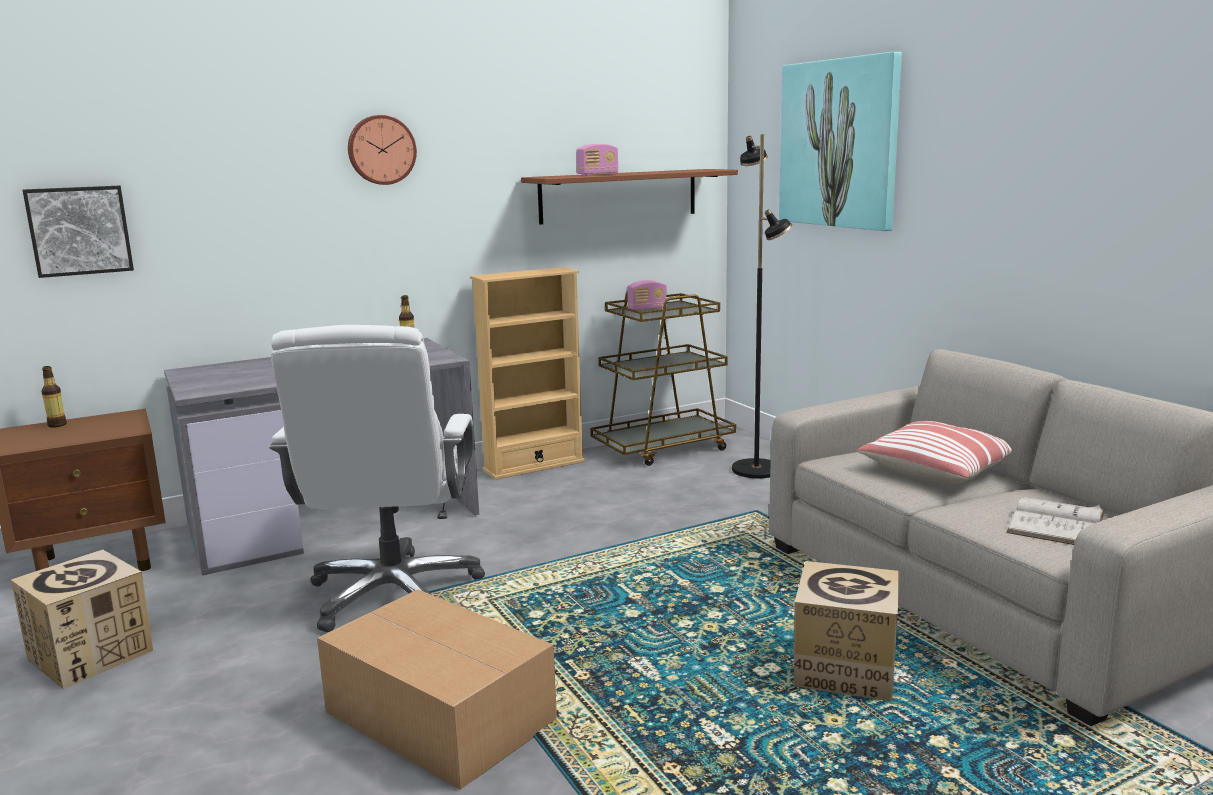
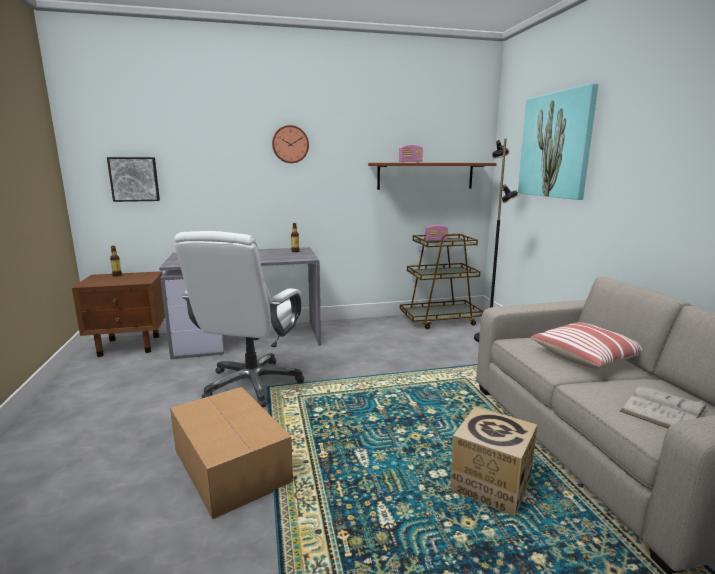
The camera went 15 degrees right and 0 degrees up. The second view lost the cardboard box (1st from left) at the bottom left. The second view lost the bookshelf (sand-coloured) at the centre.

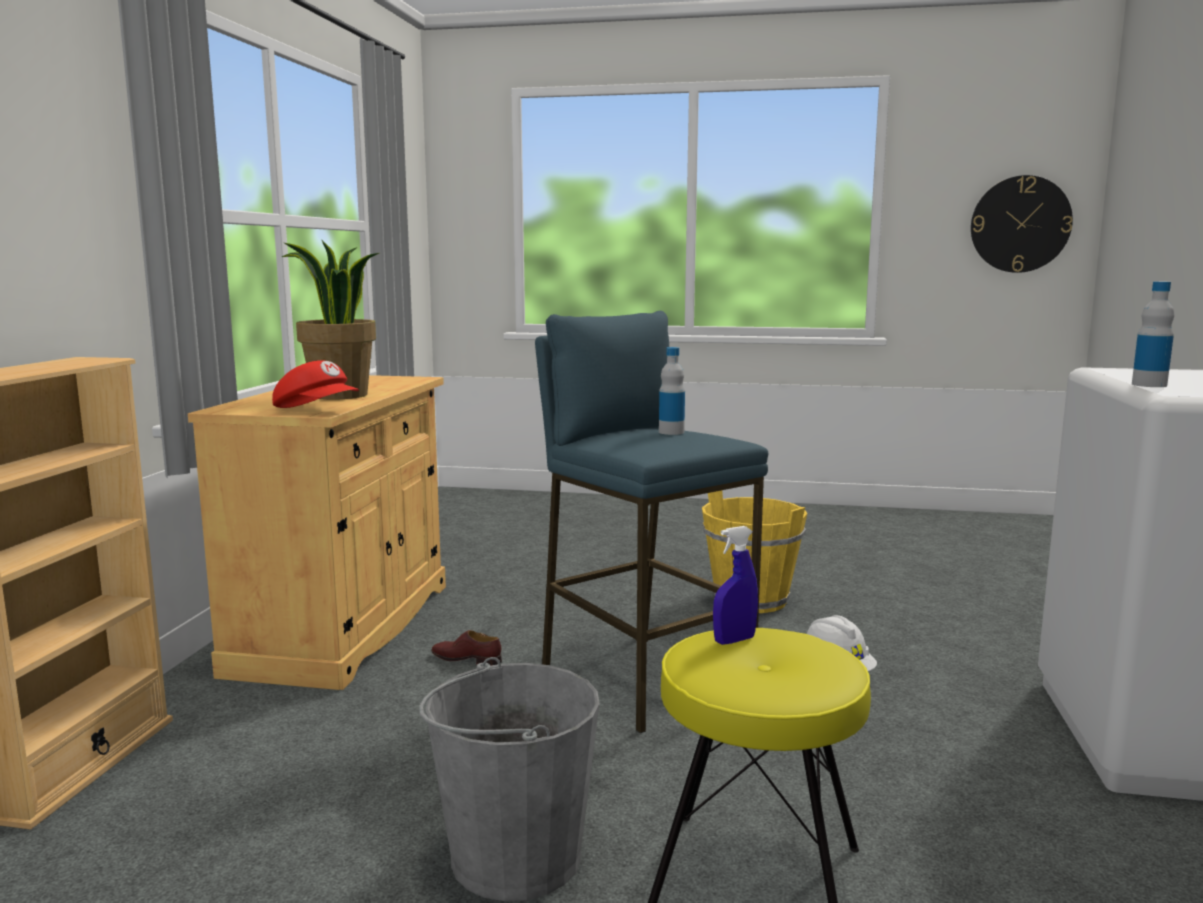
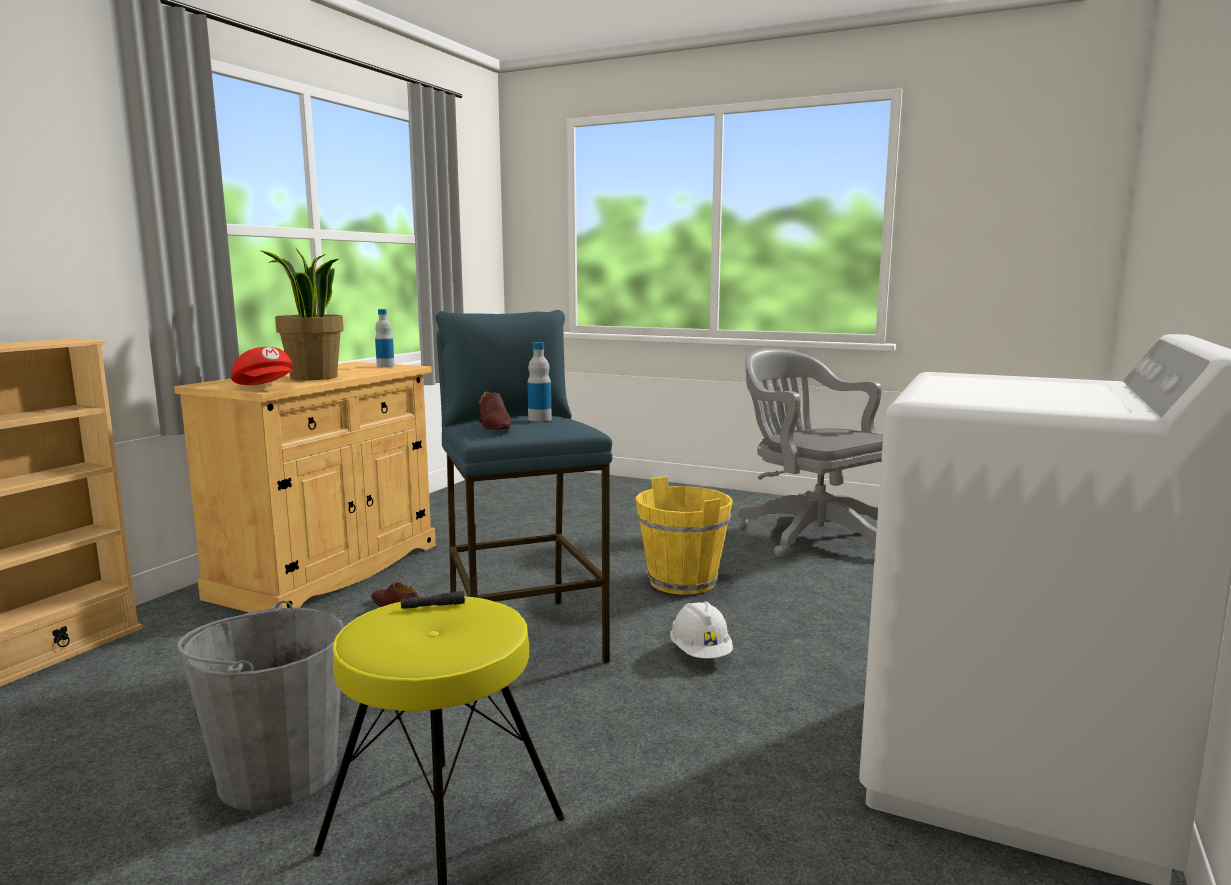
The camera went 15 degrees right and 0 degrees up. Where the sprayer (bluish) stood at the centre, the hand torch (black) came to stand at the bottom centre. The second view lost the hanging clock at the top right. The bottle (2nd from left in the first image) ended up elsewhere, having gone from the middle right to the middle left. The second view gained the item of footwear (brownish) (2nd from left) at the centre. The second view gained the desk chair (grey) at the centre.

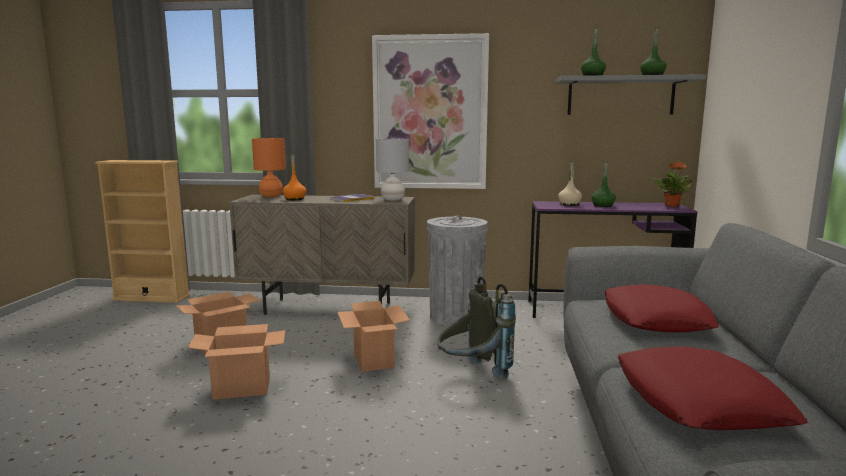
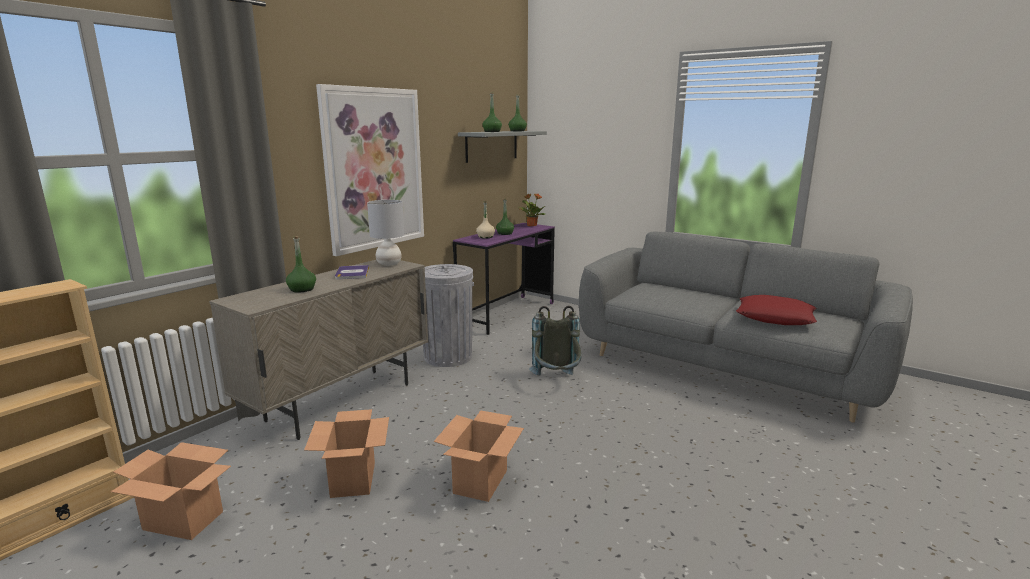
The camera went 60 degrees left and 5 degrees up. The second view lost the tabletop lamp (orange-coloured) at the middle left. What was the bottle (orange-coloured) at the centre turned into the bottle (greenish) (1st from left) at the middle left. The cardboard box (3rd from left in the first image) ended up elsewhere, having gone from the bottom centre to the bottom left. The second view lost the cushion (red-coloured) (1st from left) at the middle right.

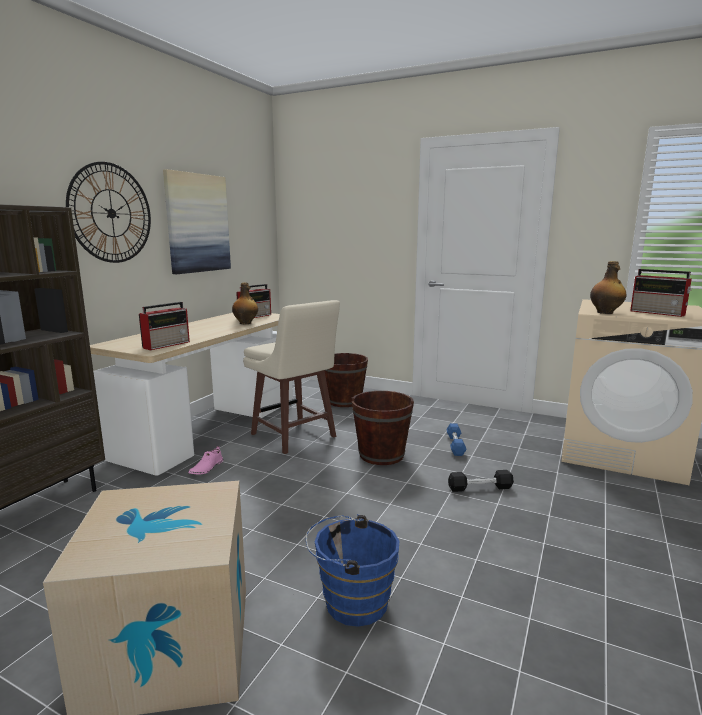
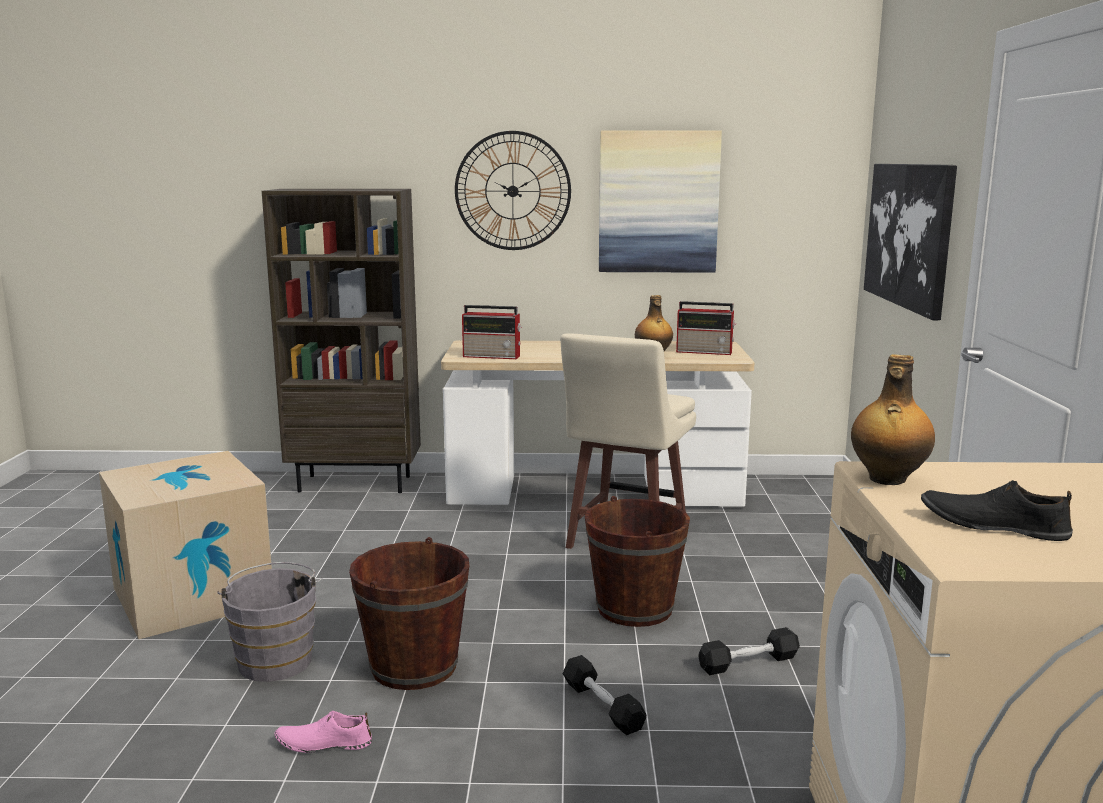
The camera went 65 degrees right and 0 degrees up. The item of footwear (pinkish) ended up elsewhere, having gone from the middle left to the bottom left. What was the water bucket (bluish) at the bottom centre turned into the water bucket (grey) at the bottom left. The water bucket (brownish) (1st from left) ended up elsewhere, having gone from the centre to the bottom centre. What was the dumbbell (bluish) at the centre turned into the dumbbell (black) (2nd from left) at the bottom right. Where the radio set (3rd from left) stood at the middle right, the item of footwear (black) came to stand at the middle right. The second view gained the wall art (2nd from left) at the top right.

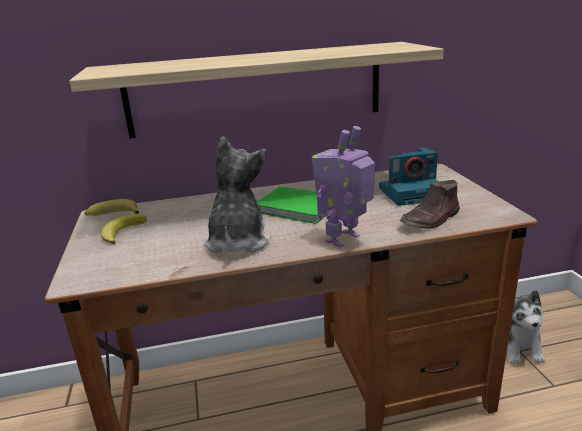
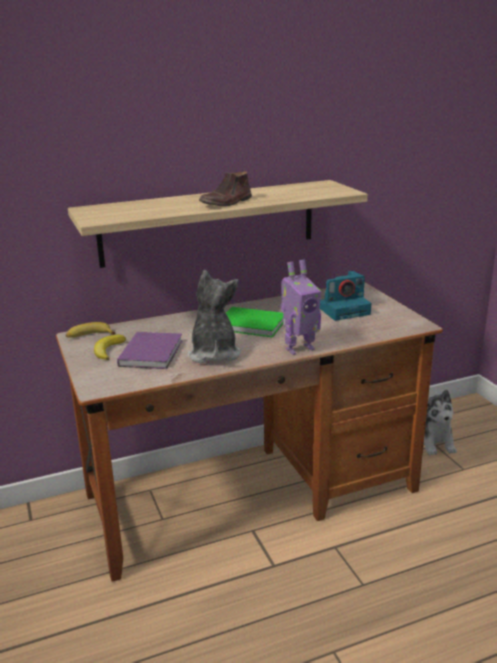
The camera went 10 degrees left and 0 degrees up. The robot figure at the centre ended up facing another way, 150 degrees counterclockwise from before. The item of footwear (brownish) ended up elsewhere, having gone from the middle right to the top centre. The second view gained the bound book (purple) at the middle left.

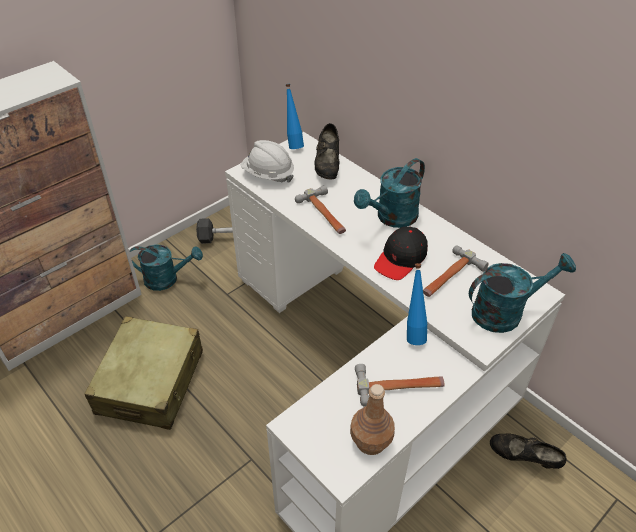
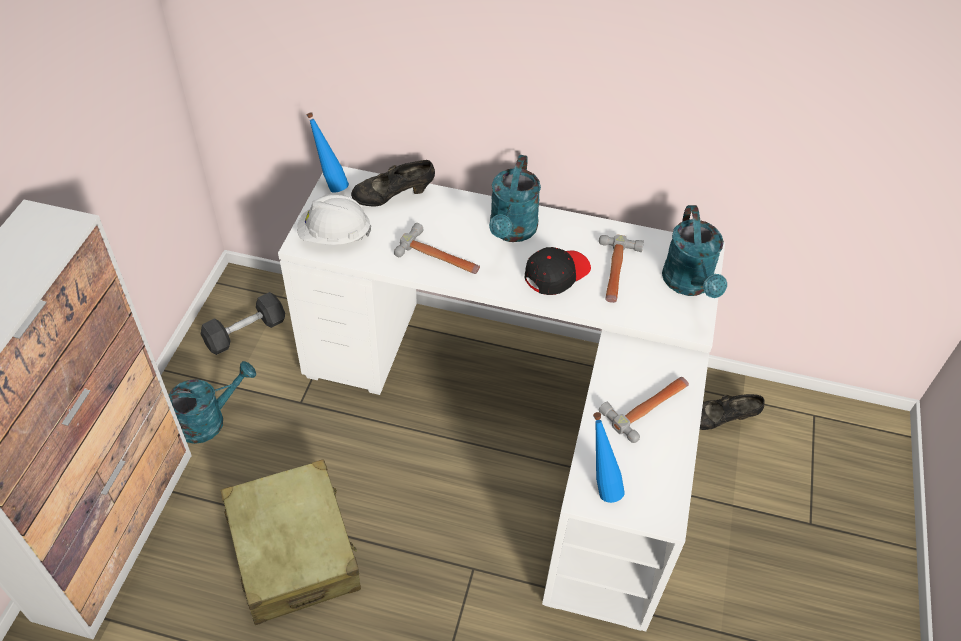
The camera went 35 degrees left and 5 degrees up. The item of footwear (black) (1st from left) at the top centre ended up facing another way, 105 degrees clockwise from before. The second view lost the bottle (brownish) at the bottom centre. The baseball cap (black) at the centre ended up facing another way, 135 degrees counterclockwise from before. The bottle (bluish) (2nd from left) ended up elsewhere, having gone from the centre to the bottom centre. The watering pot (turquoise) (3rd from left) at the middle right ended up facing another way, 135 degrees clockwise from before.

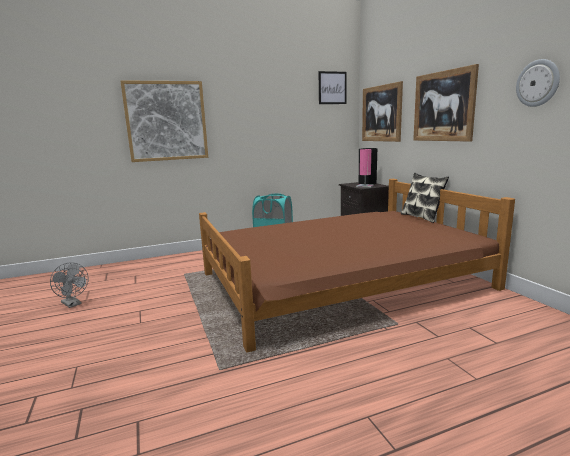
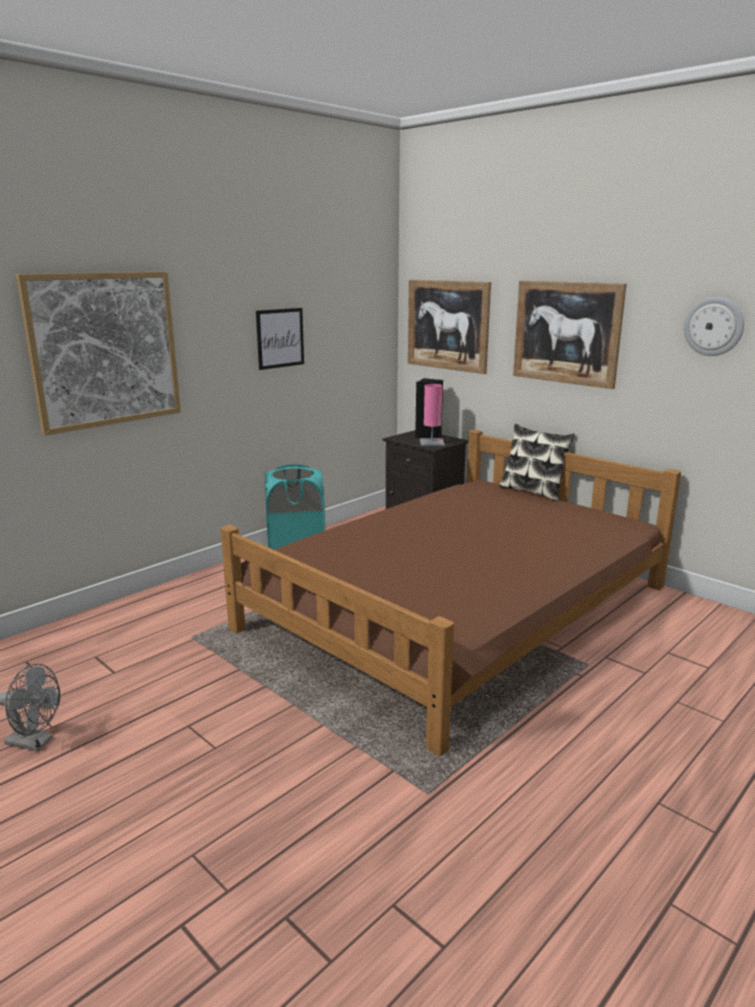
The camera went 25 degrees left and 5 degrees up. The wall art (2nd from left) ended up elsewhere, having gone from the top centre to the centre.

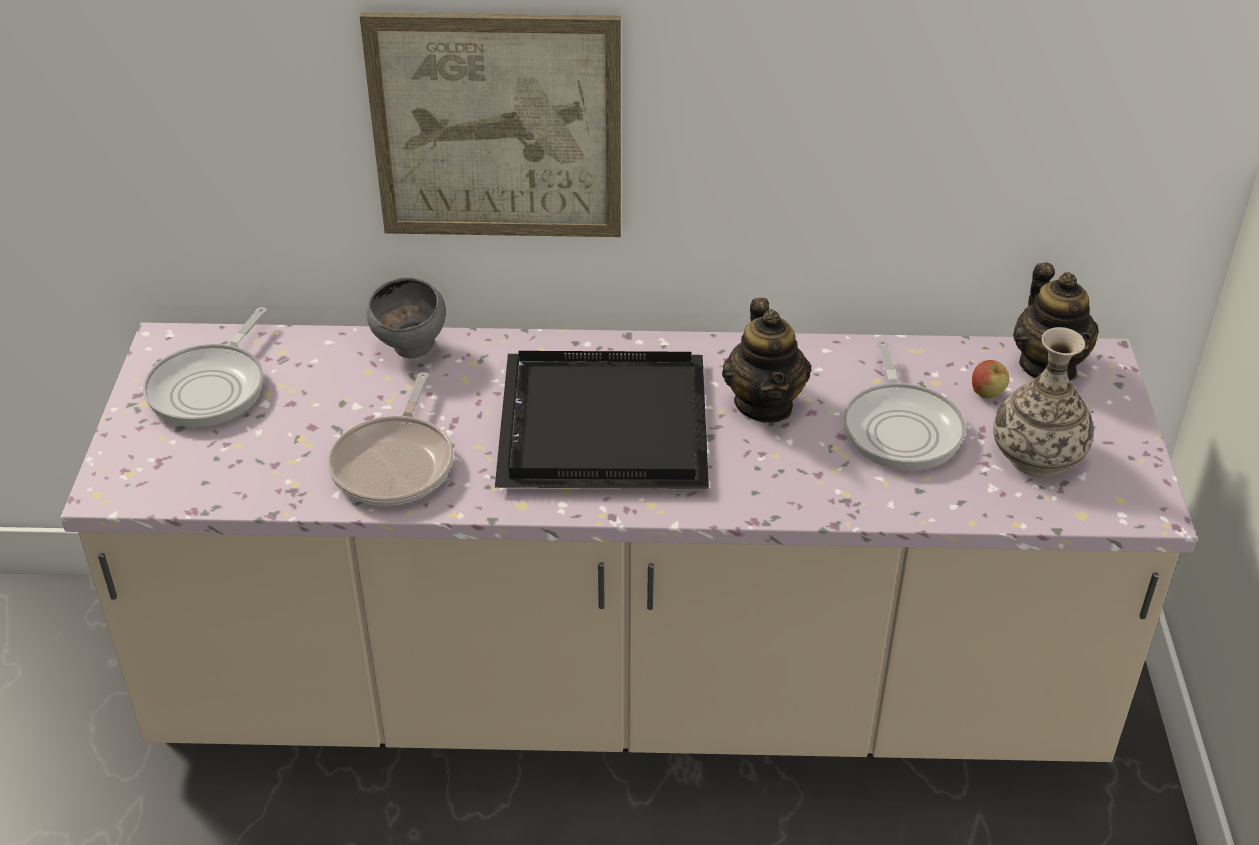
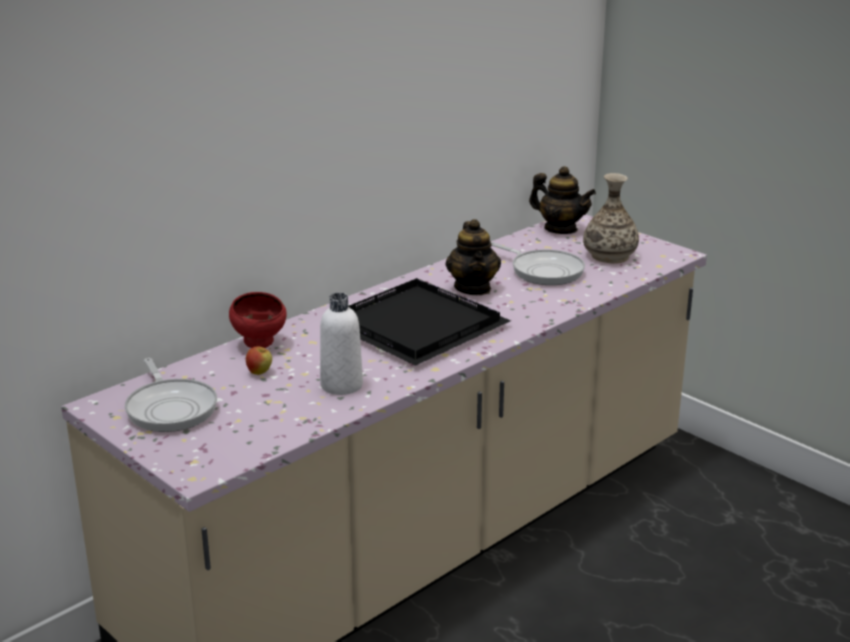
The camera went 45 degrees left and 15 degrees down. Where the frying pan (2nd from left) stood at the middle left, the bottle (whitish) came to stand at the centre. The second view lost the wall art at the top centre. What was the serving bowl (grey) at the middle left turned into the serving bowl (red-coloured) at the middle left. The tea pot (1st from left) at the centre ended up facing another way, 45 degrees clockwise from before. The whole apple ended up elsewhere, having gone from the middle right to the middle left.

